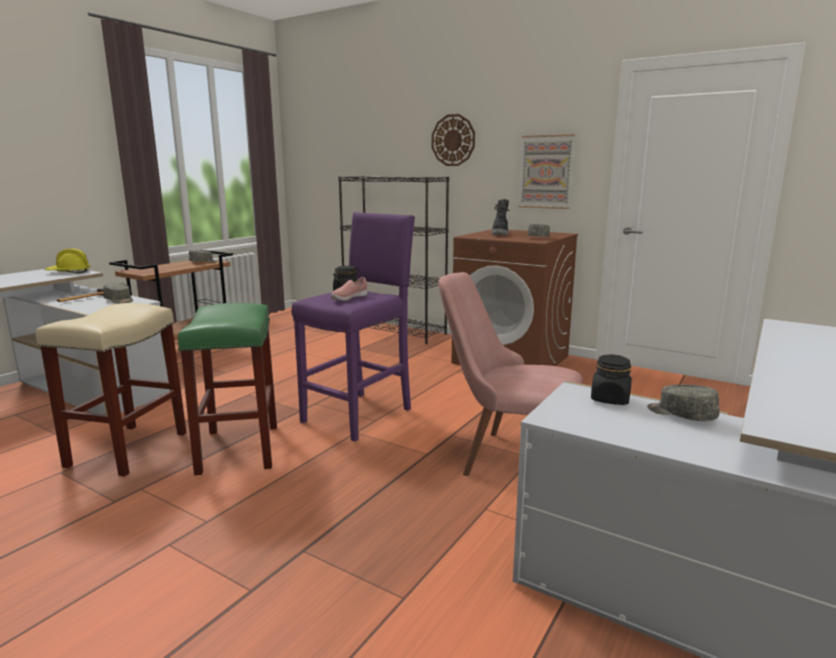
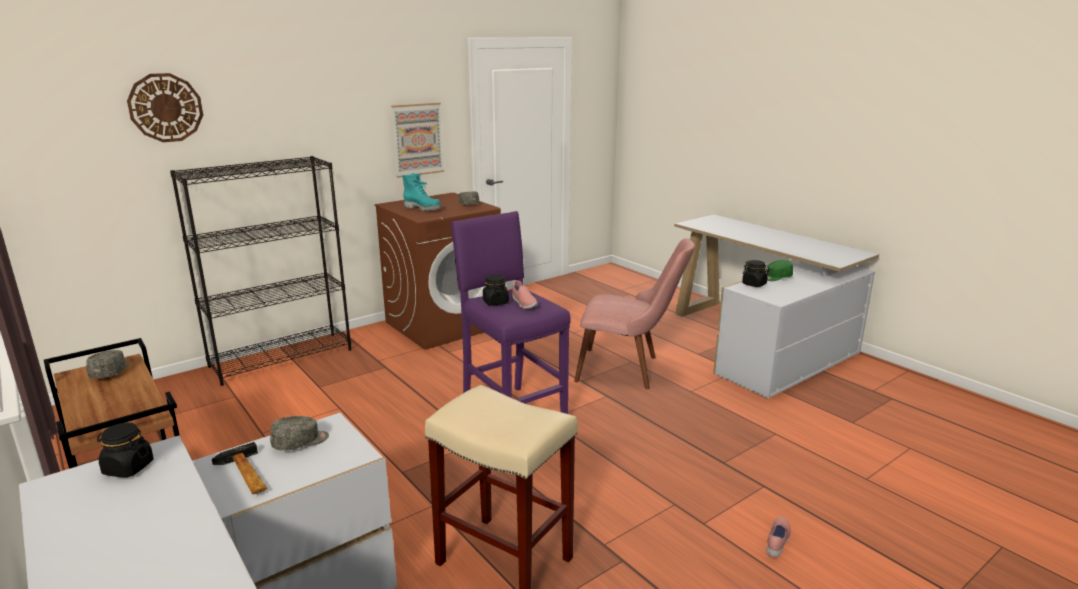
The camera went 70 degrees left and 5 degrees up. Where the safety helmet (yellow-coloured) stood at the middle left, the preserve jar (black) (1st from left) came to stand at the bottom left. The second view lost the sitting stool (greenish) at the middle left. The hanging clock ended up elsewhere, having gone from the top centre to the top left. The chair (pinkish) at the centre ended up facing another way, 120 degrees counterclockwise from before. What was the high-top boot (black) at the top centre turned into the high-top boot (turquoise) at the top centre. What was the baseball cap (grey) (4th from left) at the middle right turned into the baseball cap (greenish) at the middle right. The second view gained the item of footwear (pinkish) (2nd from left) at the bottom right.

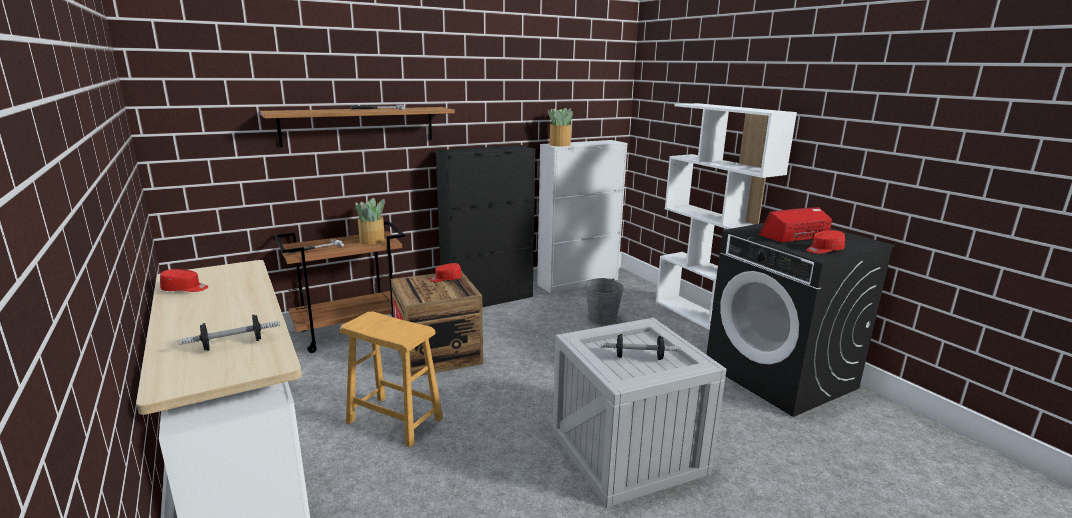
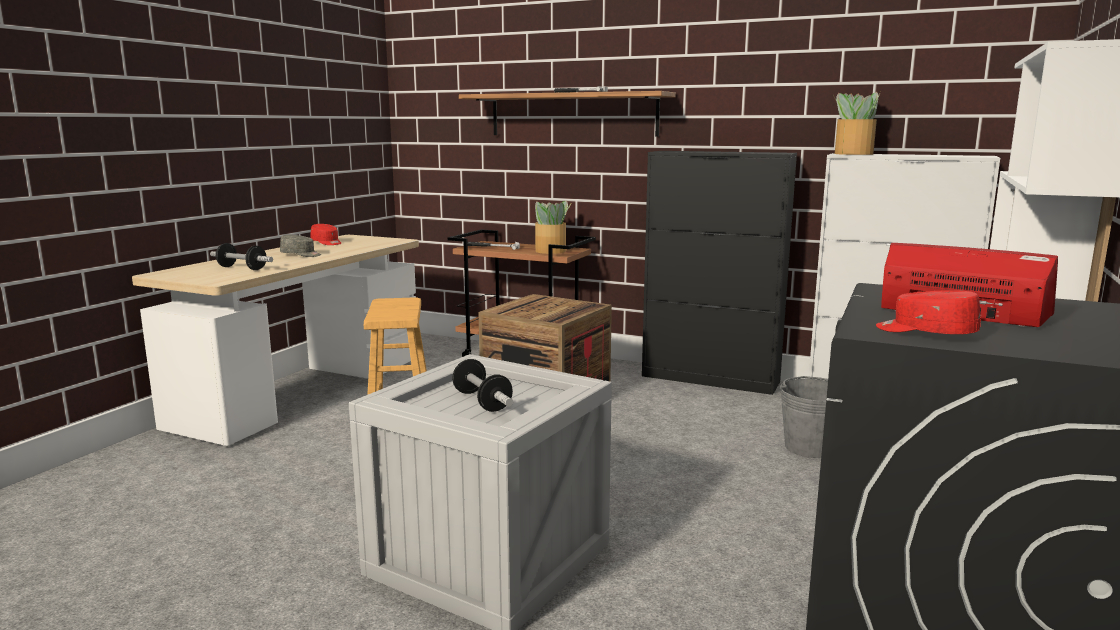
The camera went 55 degrees right and 5 degrees down. The second view lost the baseball cap (red-coloured) (2nd from left) at the centre. The second view gained the baseball cap (grey) at the middle left.

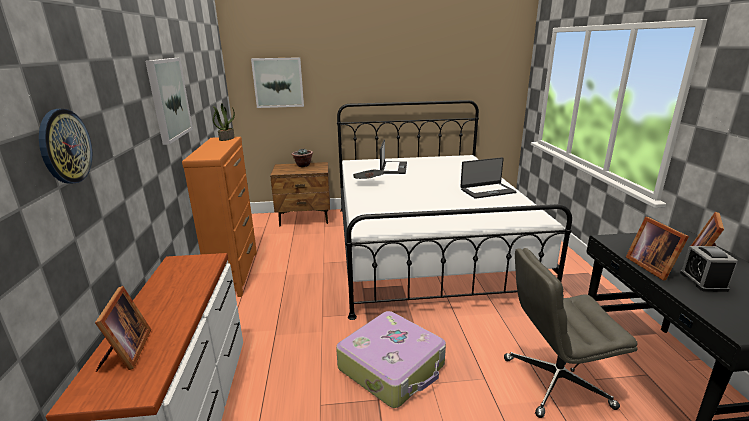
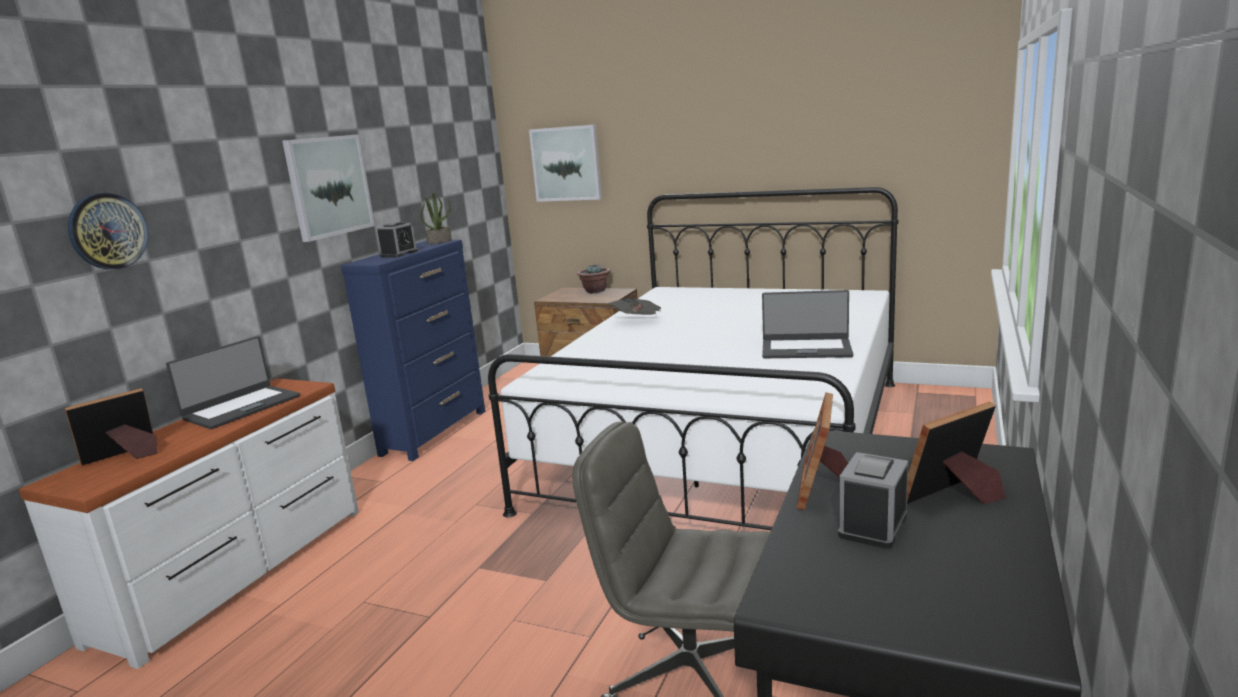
The camera went 30 degrees right and 5 degrees down. The picture frame (1st from left) at the bottom left ended up facing another way, 150 degrees counterclockwise from before. What was the chest of drawers (orange-coloured) at the middle left turned into the chest of drawers (bluish) at the centre. The second view lost the suitcase at the bottom centre. The laptop (1st from left) ended up elsewhere, having gone from the centre to the middle left. The second view gained the table clock (1st from left) at the middle left.

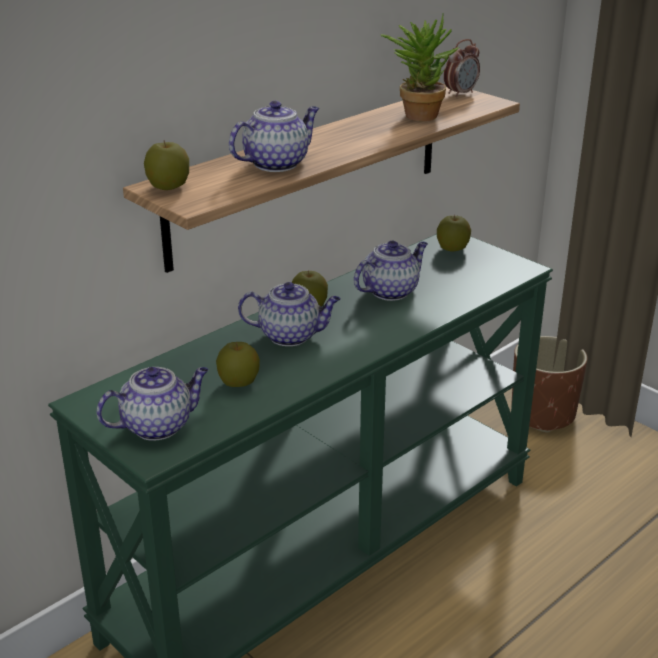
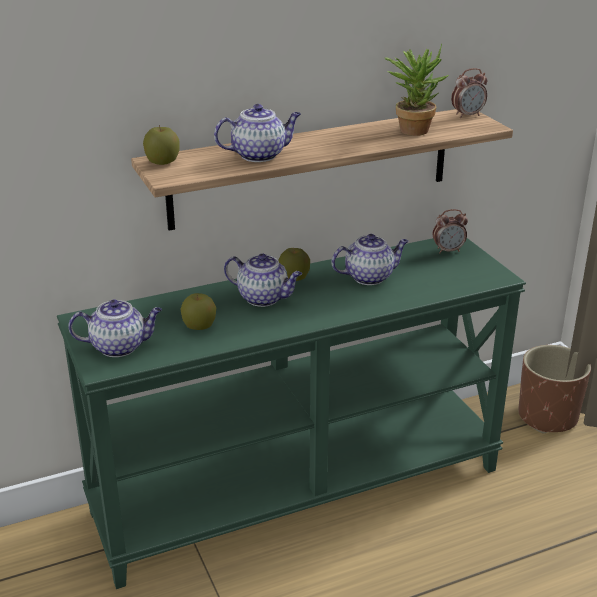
The camera went 20 degrees right and 0 degrees up. Where the whole apple (4th from left) stood at the middle right, the table clock (1st from left) came to stand at the middle right.

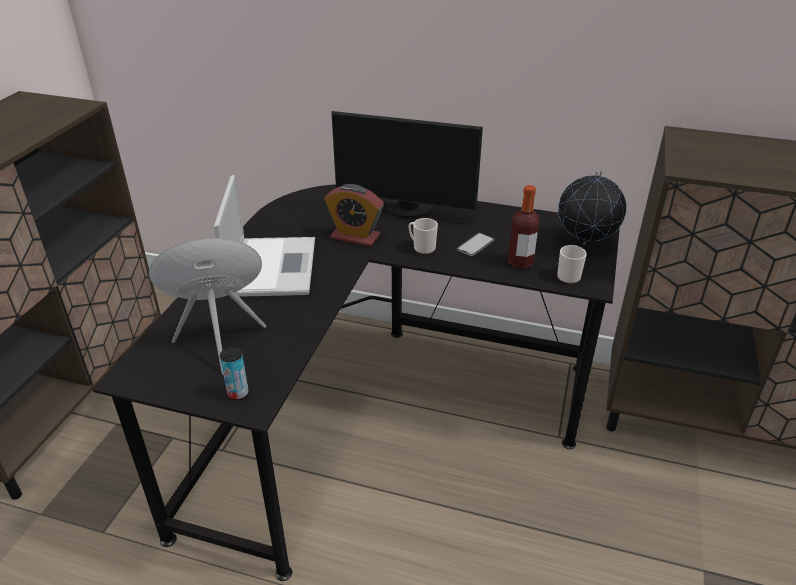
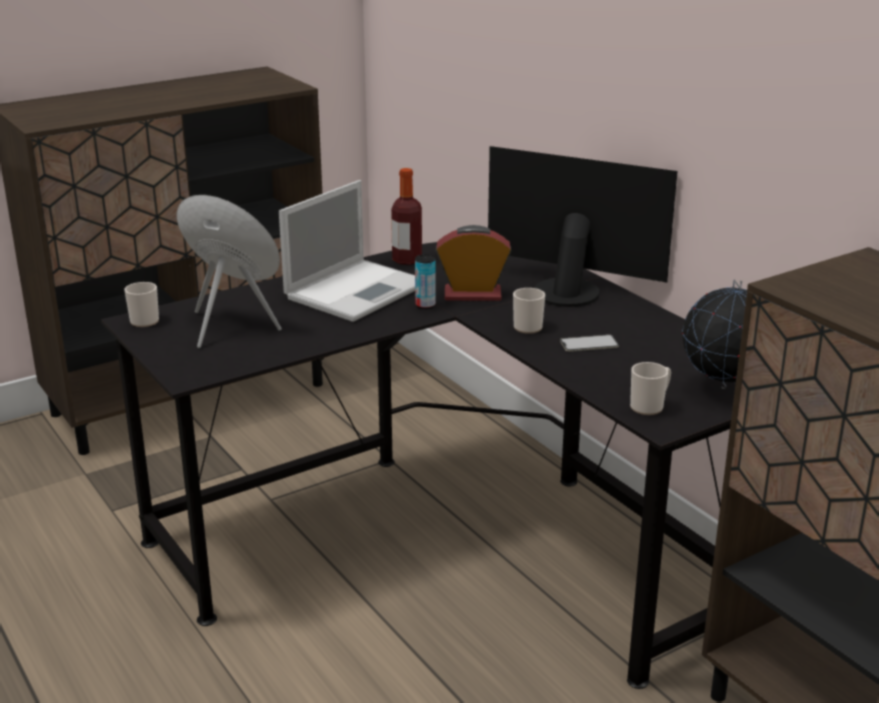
The camera went 40 degrees right and 10 degrees down. The metal can ended up elsewhere, having gone from the middle left to the centre. The table clock at the centre ended up facing another way, 120 degrees clockwise from before. The computer display at the top centre ended up facing another way, 150 degrees clockwise from before. The bottle ended up elsewhere, having gone from the centre to the top centre. The second view gained the tea mug (1st from left) at the middle left.

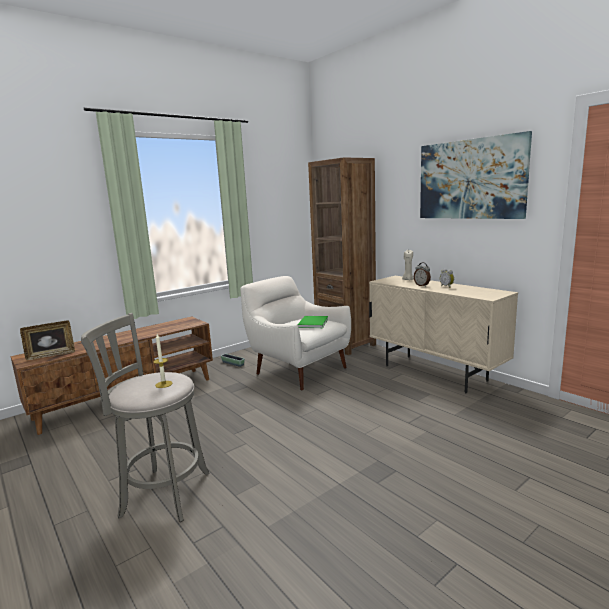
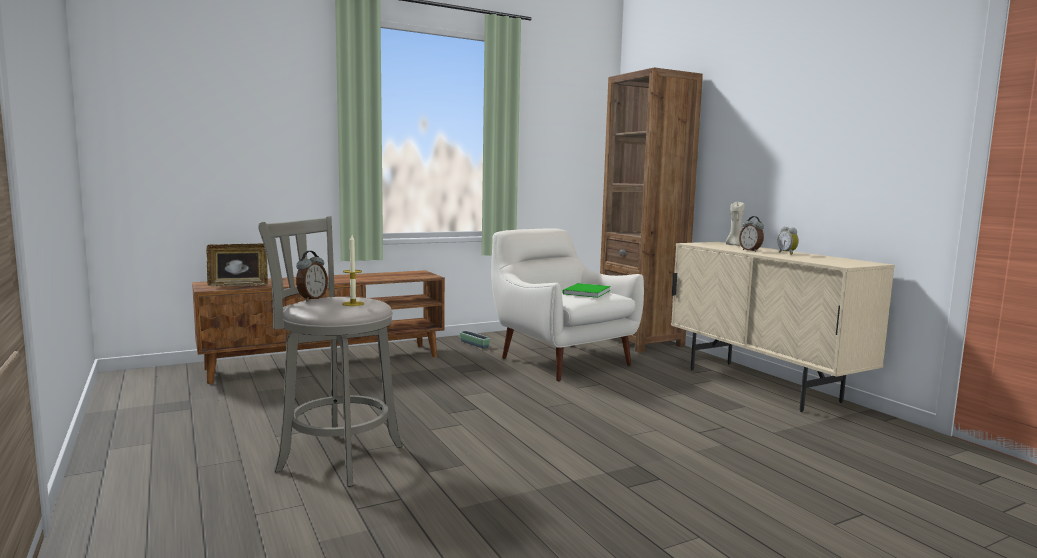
The camera went 10 degrees right and 5 degrees down. The second view lost the wall art at the top right. The second view gained the table clock (1st from left) at the middle left.

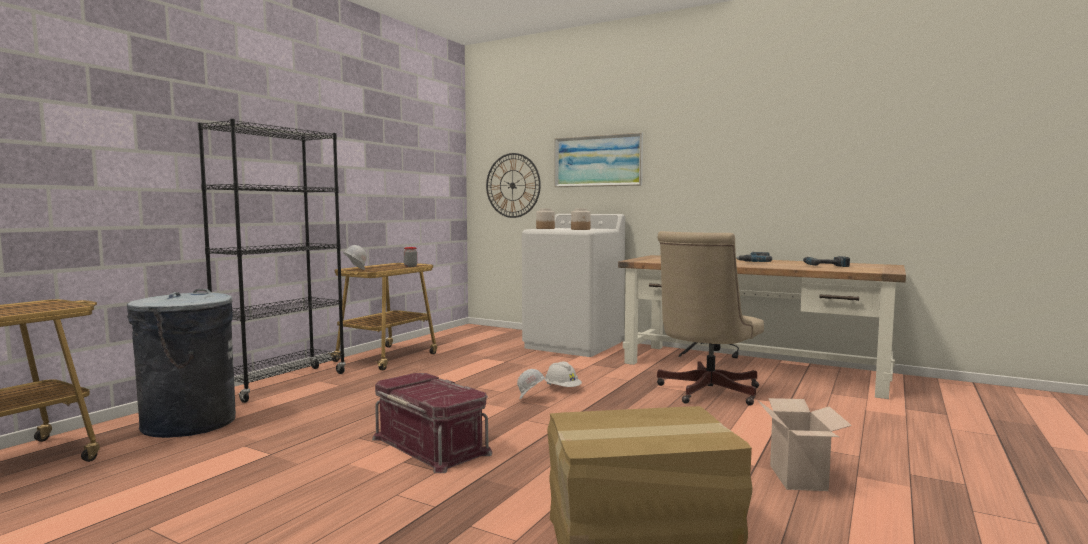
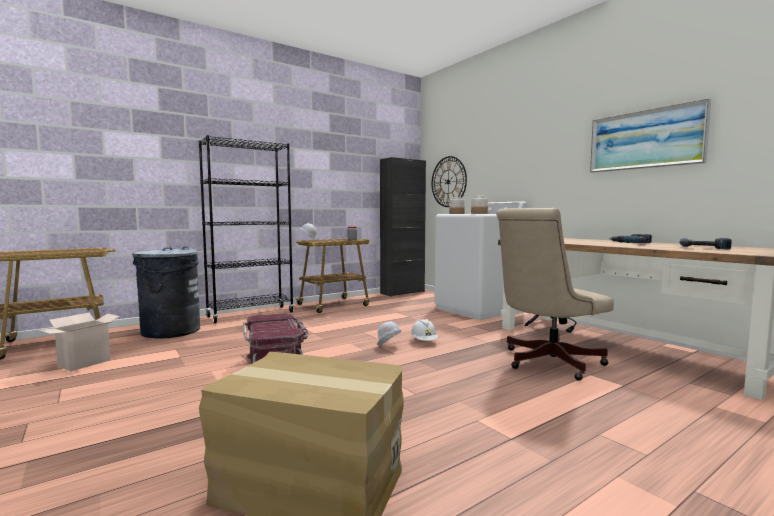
The camera went 25 degrees right and 0 degrees up. The wall art ended up elsewhere, having gone from the top centre to the top right. The cardboard box (2nd from left in the first image) ended up elsewhere, having gone from the bottom right to the middle left. The second view gained the cabinet (black) at the centre.

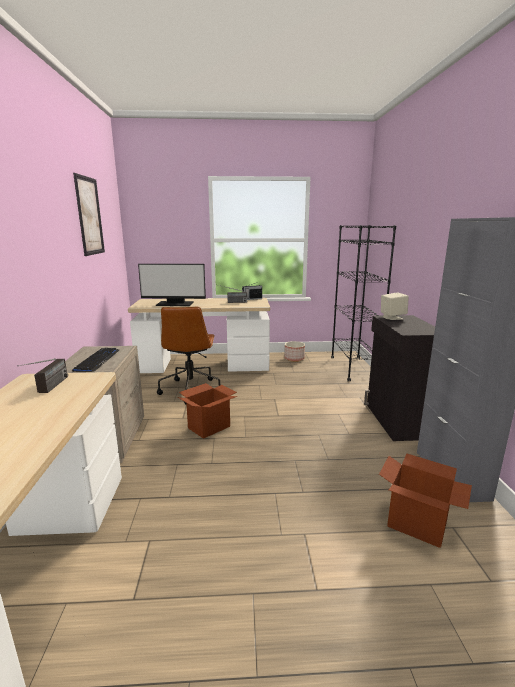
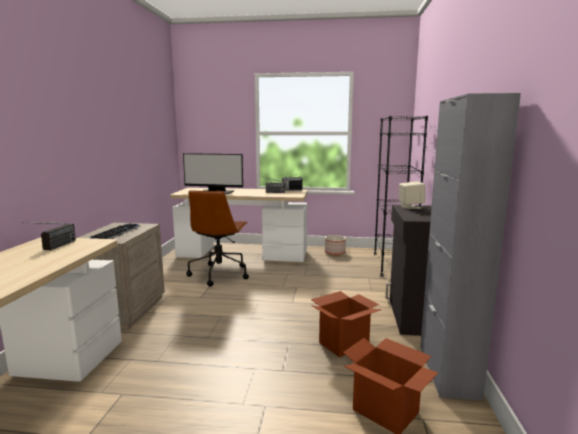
The camera went 10 degrees right and 5 degrees down. The second view lost the wall art at the top left. The cardboard box (1st from left) ended up elsewhere, having gone from the centre to the bottom centre.

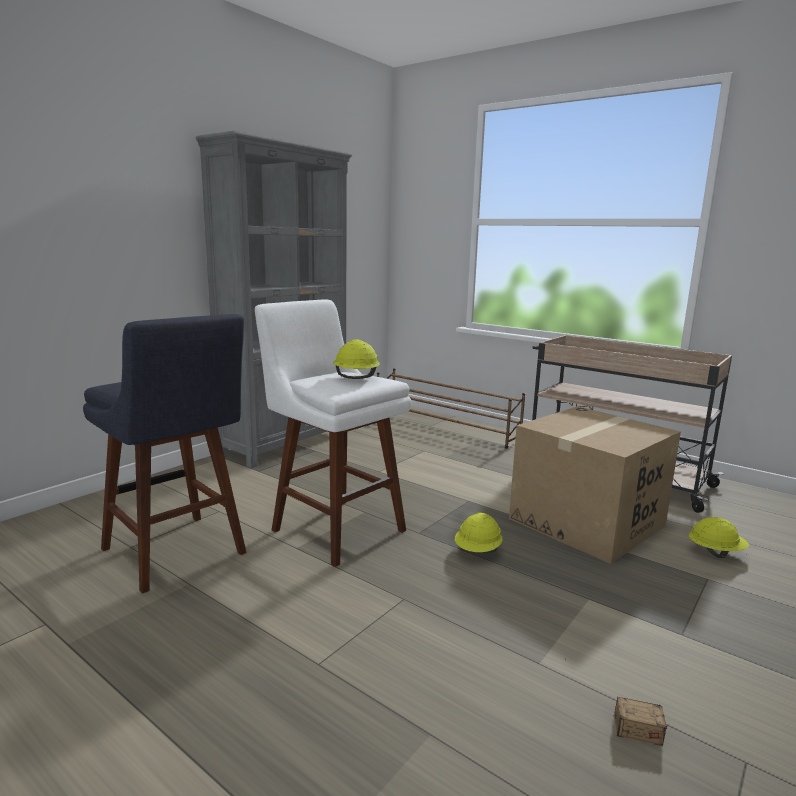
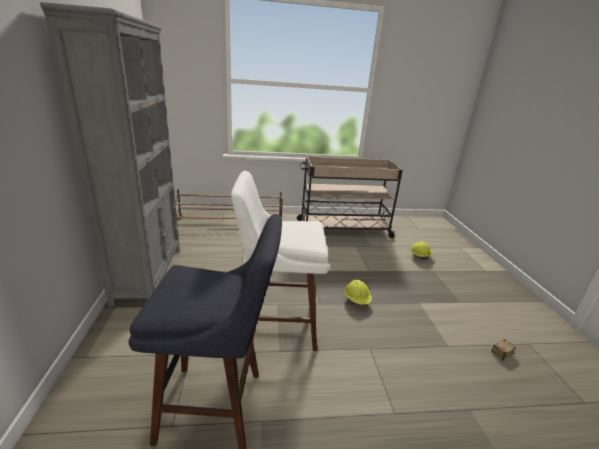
The camera went 45 degrees left and 10 degrees up. The second view lost the safety helmet (yellow-coloured) (1st from left) at the centre. The second view lost the cardboard box at the middle right.

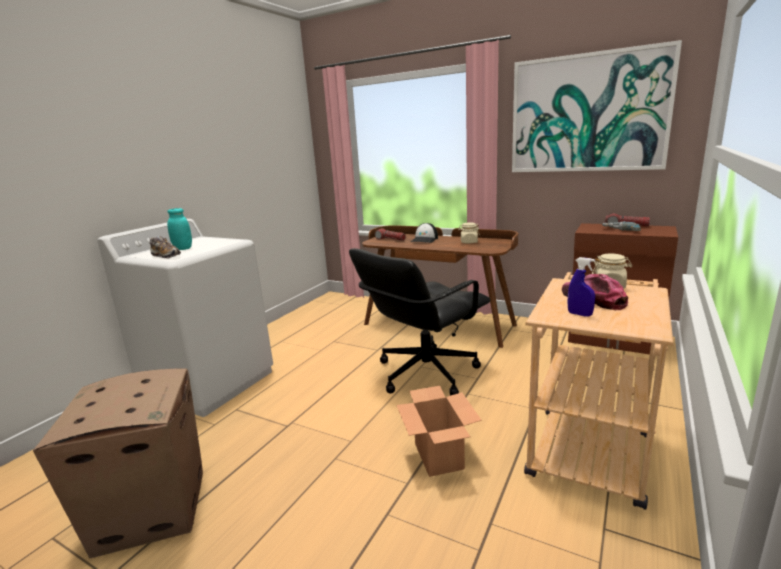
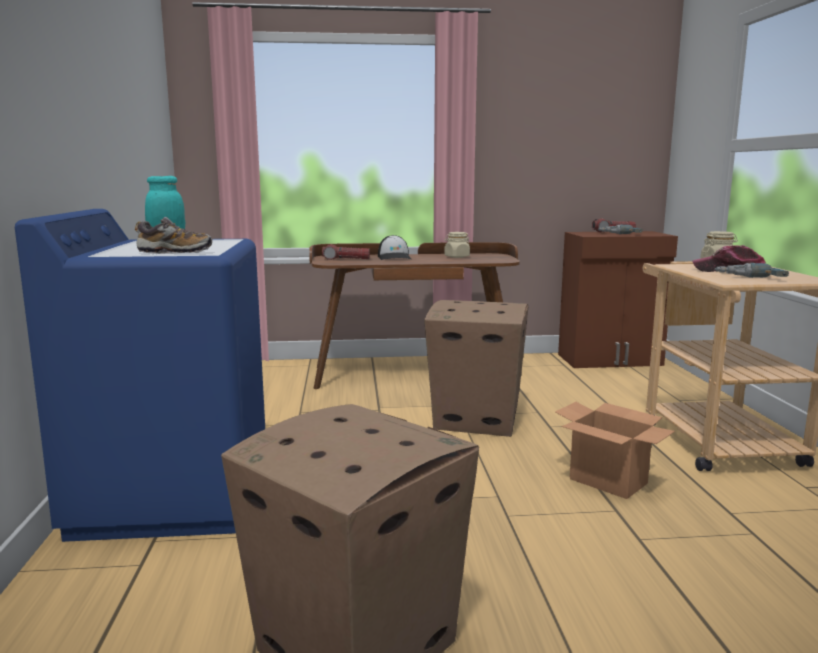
The camera went 35 degrees left and 5 degrees down. What was the laundry machine (whitish) at the middle left turned into the laundry machine (bluish) at the middle left. Where the desk chair (black) stood at the centre, the cardboard box (2nd from left) came to stand at the centre. The second view lost the wall art at the top right. Where the sprayer (bluish) stood at the middle right, the power drill (2nd from left) came to stand at the middle right.

